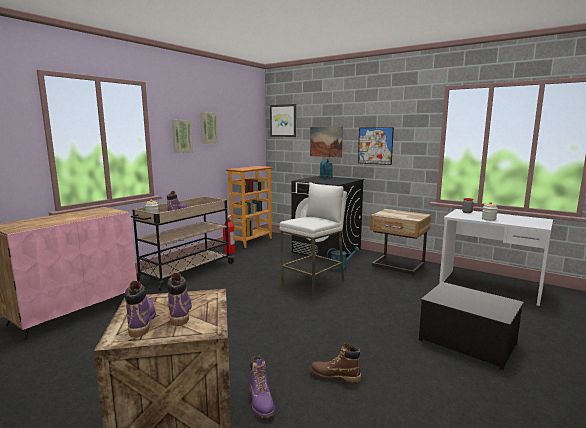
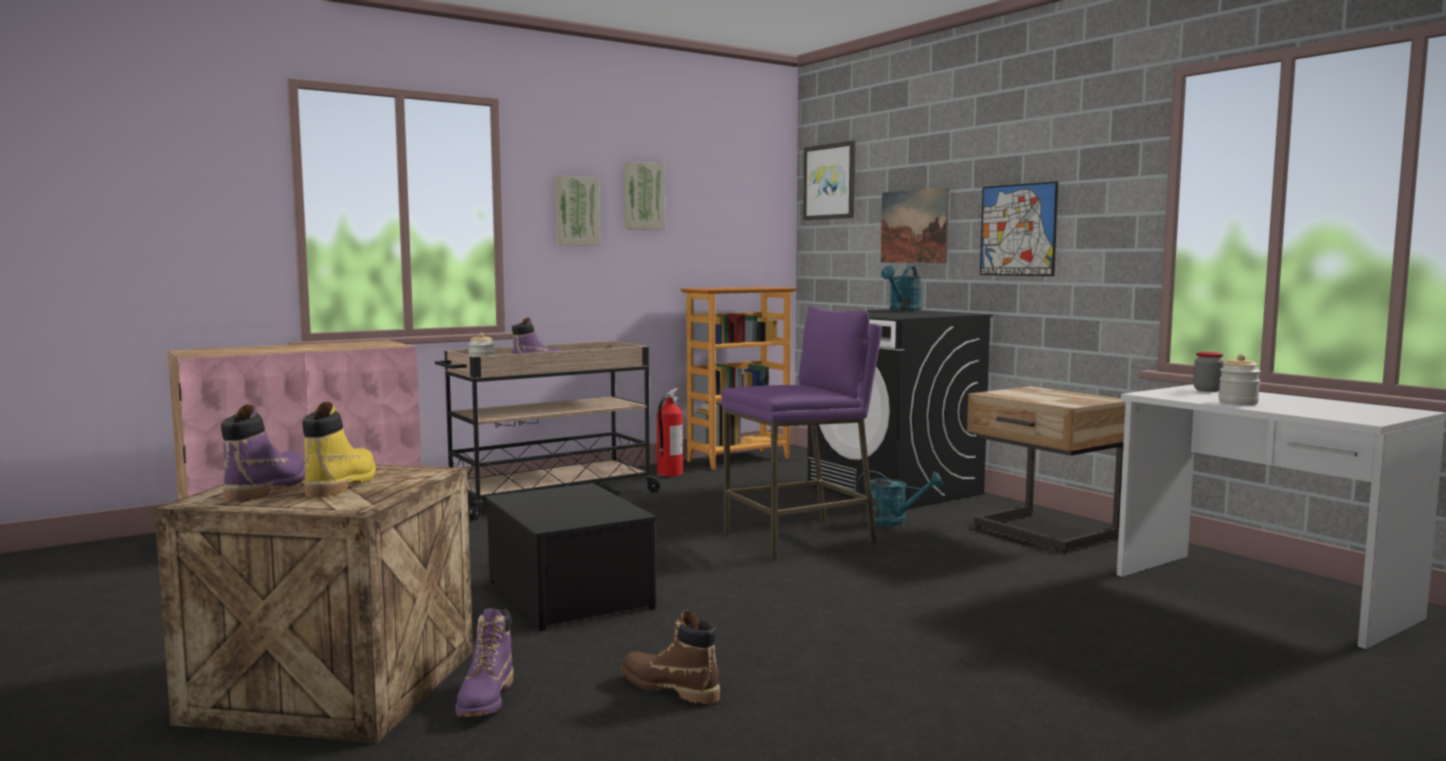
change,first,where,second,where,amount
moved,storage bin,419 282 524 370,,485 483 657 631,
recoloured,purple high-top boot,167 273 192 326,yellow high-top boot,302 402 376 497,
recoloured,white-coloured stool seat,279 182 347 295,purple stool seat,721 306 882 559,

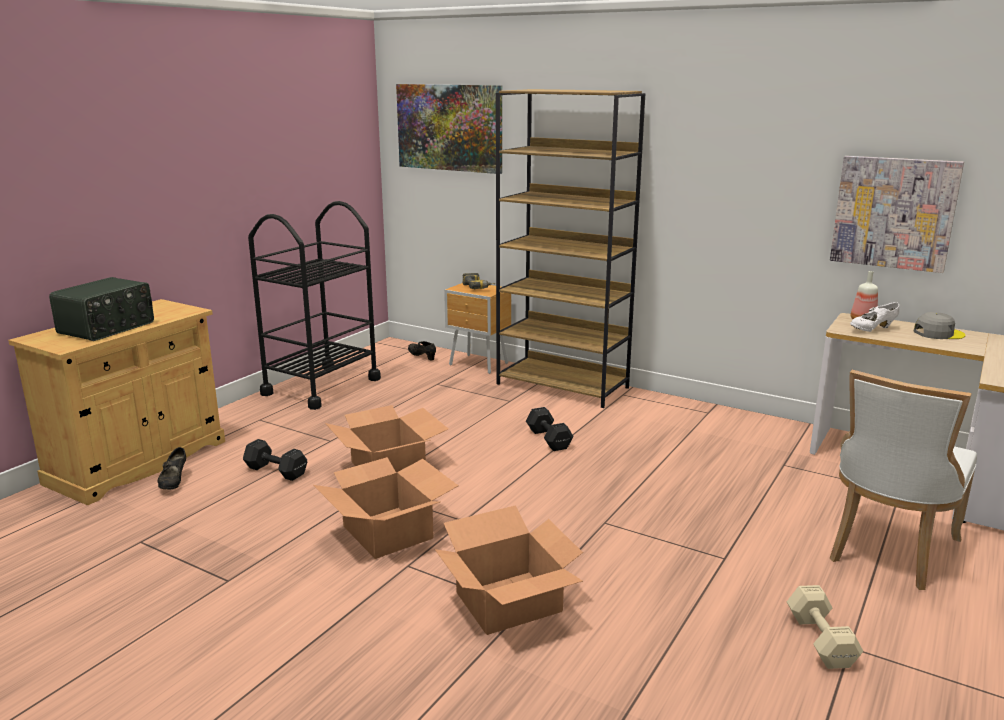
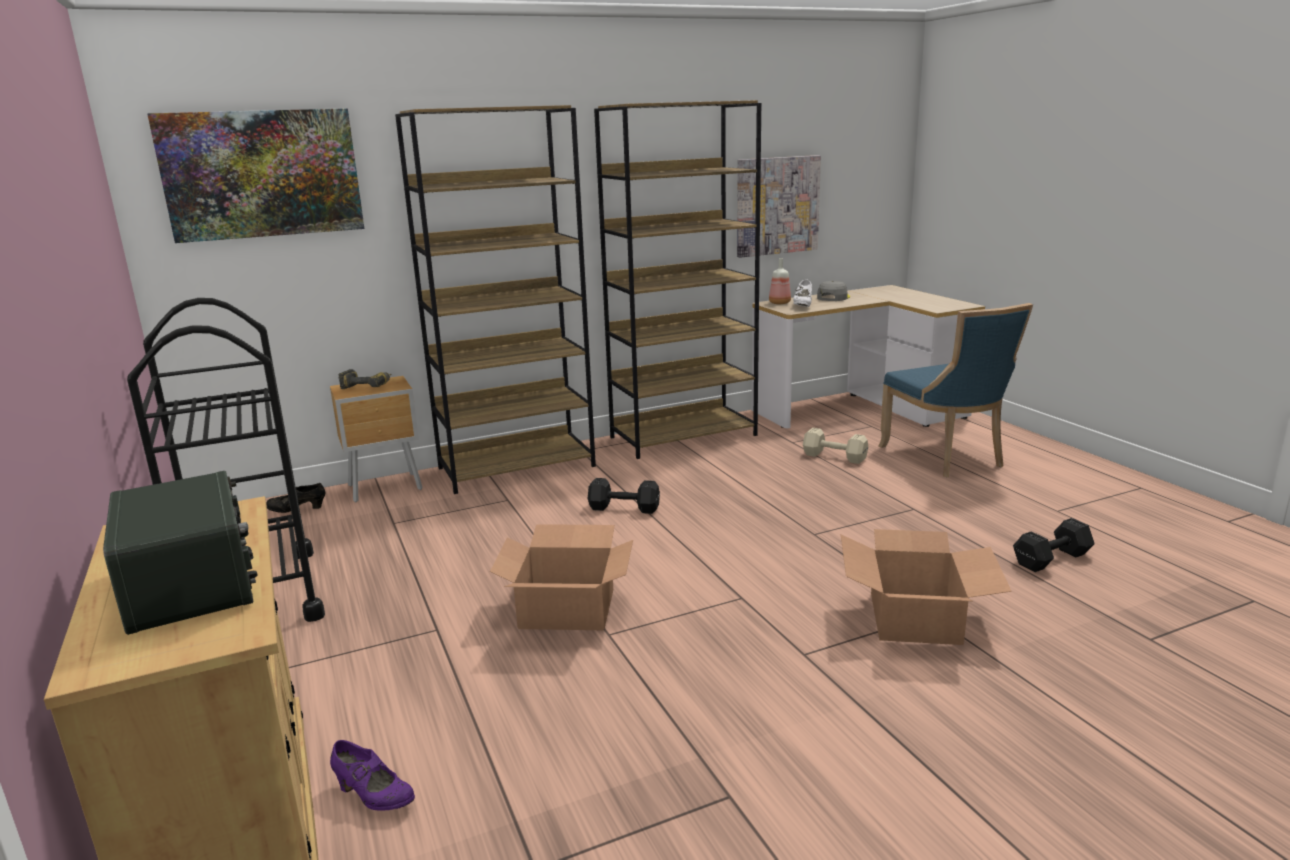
change,first,where,second,where,amount
removed,packing box,313 457 459 559,,,
added,,,brownish bookcase,594 100 761 459,
moved,black-coloured dumbbell,243 439 307 481,,1013 518 1095 572,
moved,sand-coloured dumbbell,787 585 863 669,,803 428 868 464,
recoloured,black-coloured low shoe,158 447 186 490,purple low shoe,330 740 415 811,
recoloured,white-coloured plain chair,830 370 977 590,blue plain chair,878 303 1033 477,

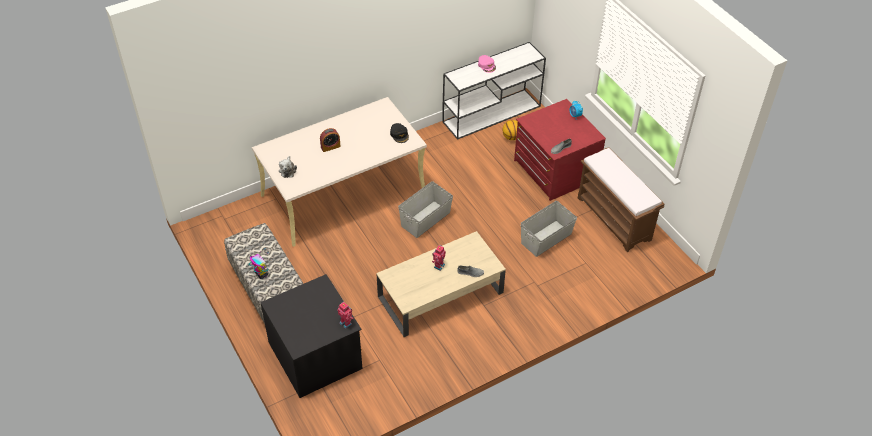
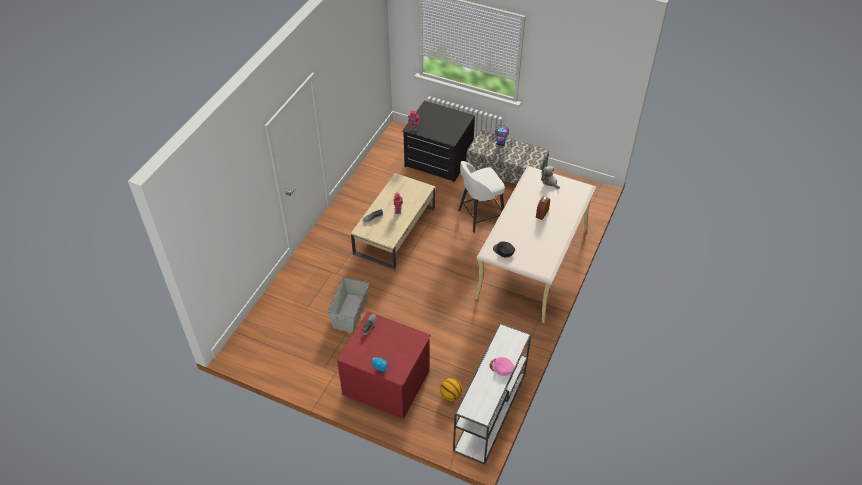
change,first,where,second,where,amount
removed,gray storage bin,398 181 453 238,,,
removed,brownish bench,578 147 665 252,,,
added,,,white-coloured stool seat,459 161 505 233,

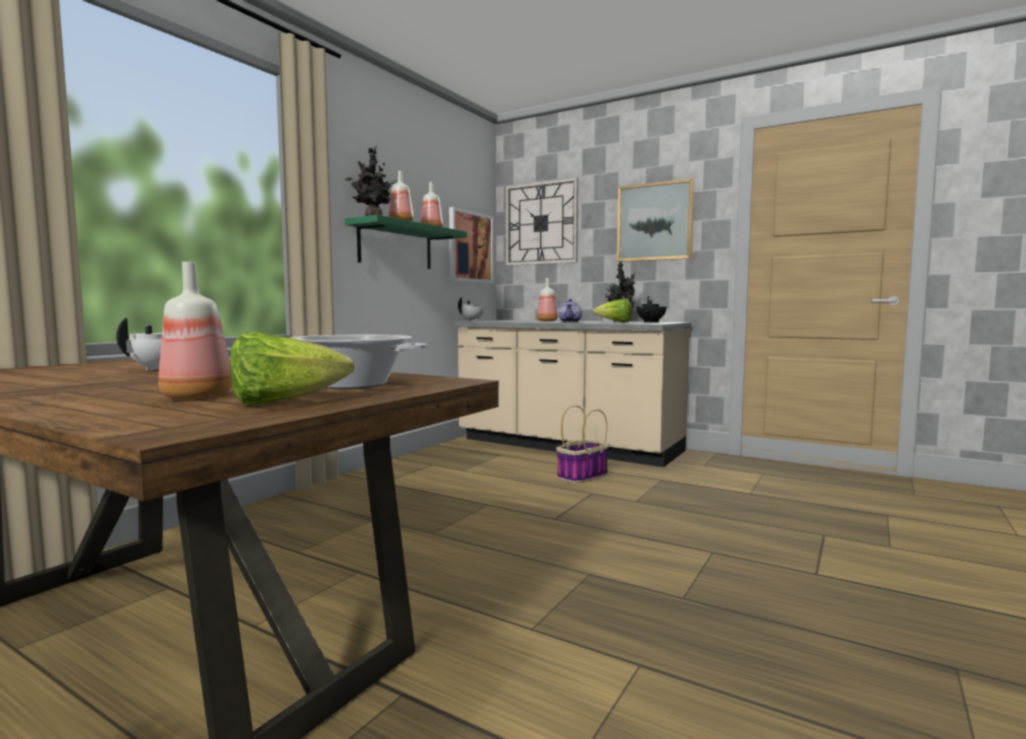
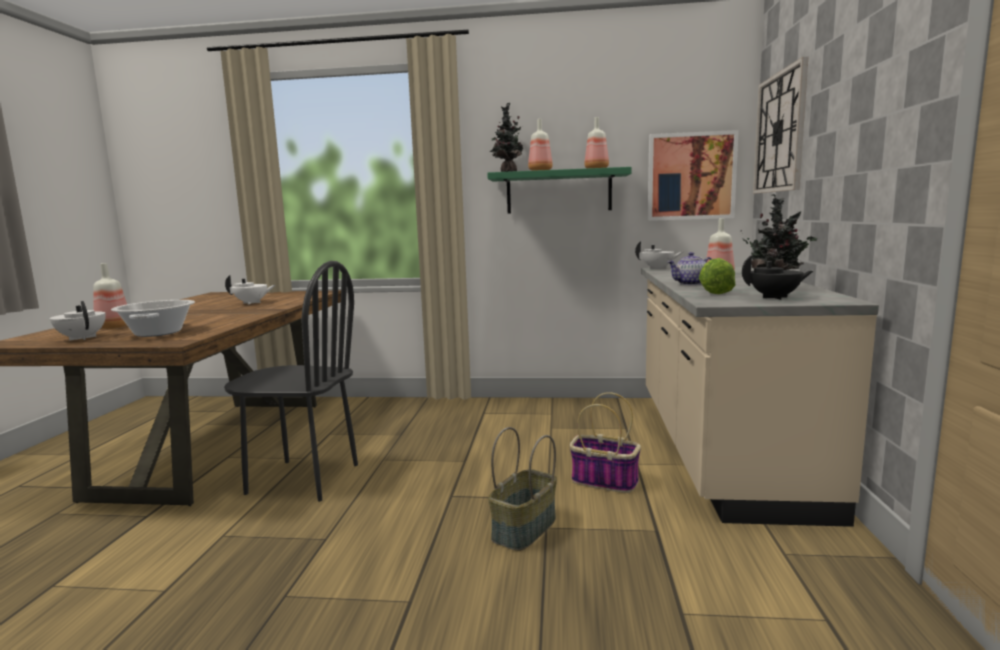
change,first,where,second,where,amount
removed,picture,617 178 694 262,,,
added,,,black-coloured plain chair,224 261 358 502,
added,,,storage basket,488 427 557 551,
replaced,head of lettuce,230 332 355 405,white-coloured tea pot,50 301 106 340,

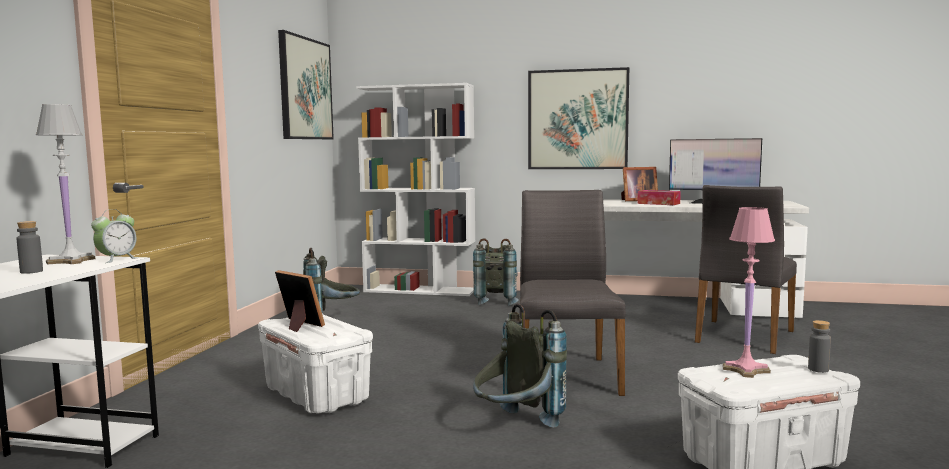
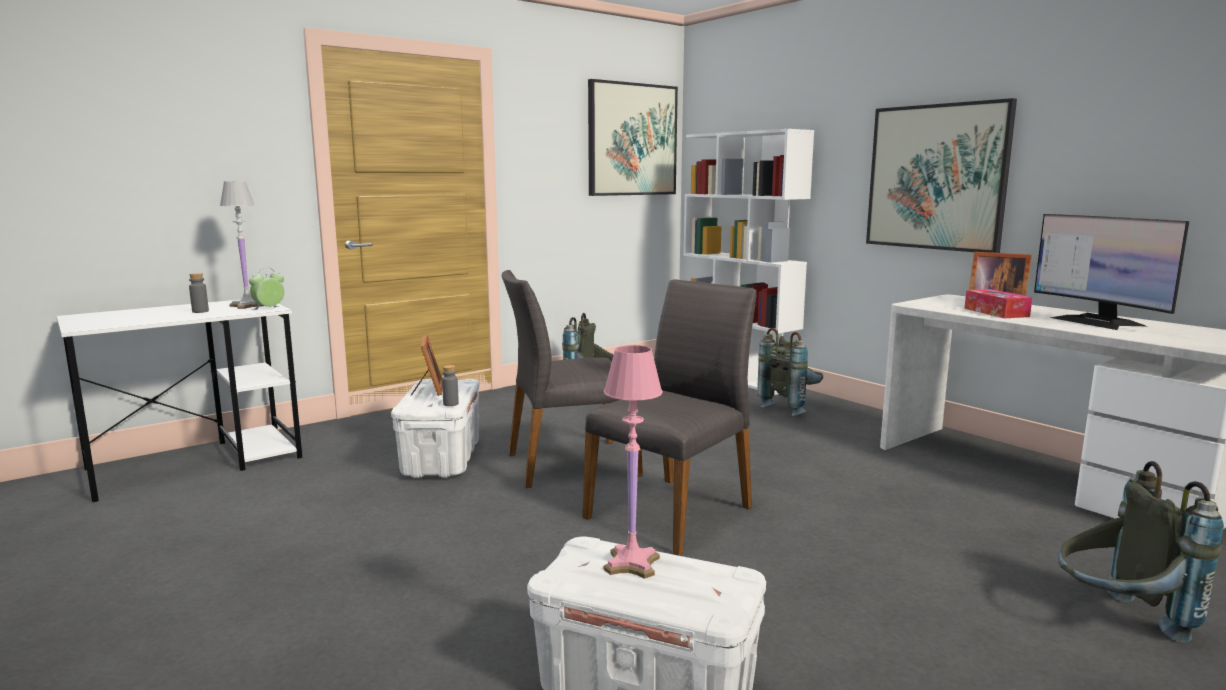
change,first,where,second,where,amount
moved,gray backpack,473 303 567 427,,1058 461 1224 642,
moved,gray plain chair,695 185 797 354,,502 270 643 488,
moved,gray drink bottle,808 320 831 373,,442 365 459 406,
turned,table clock,91 209 139 263,,249 268 284 310,150 degrees clockwise

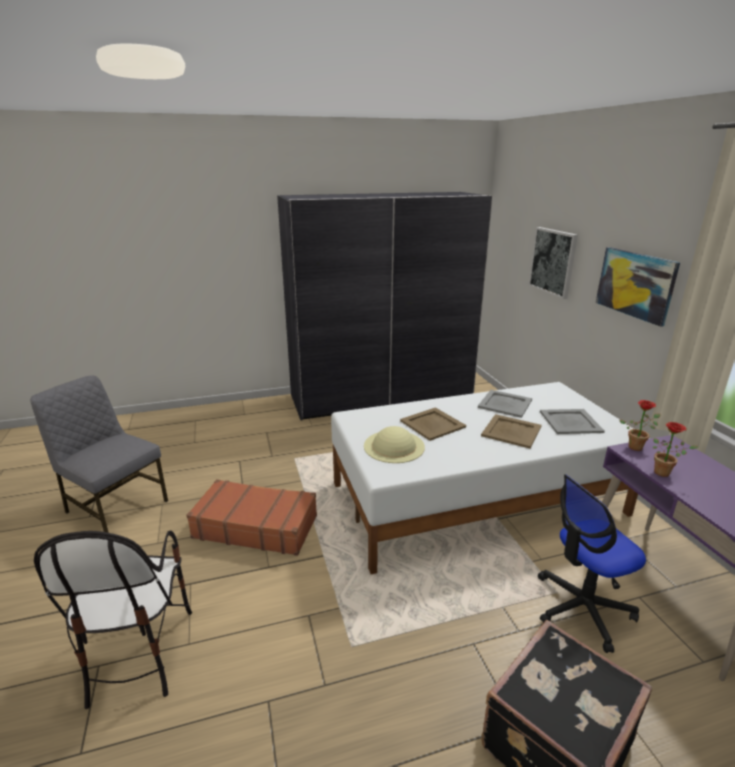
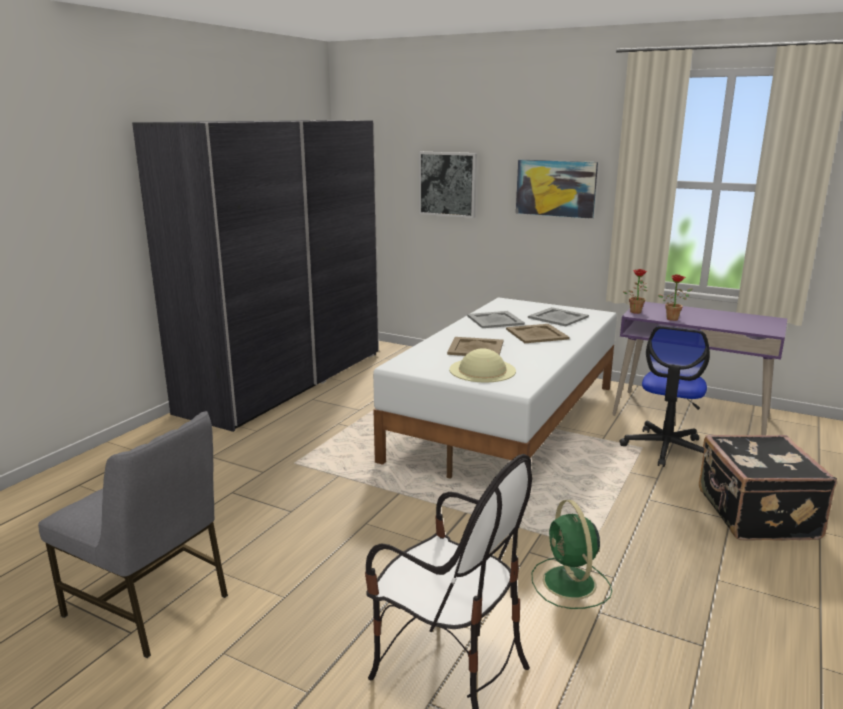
change,first,where,second,where,amount
removed,brownish piece of luggage,186 479 317 556,,,
added,,,green fan,532 500 612 609,
turned,gray plain chair,30 376 168 533,,38 411 228 658,135 degrees counterclockwise

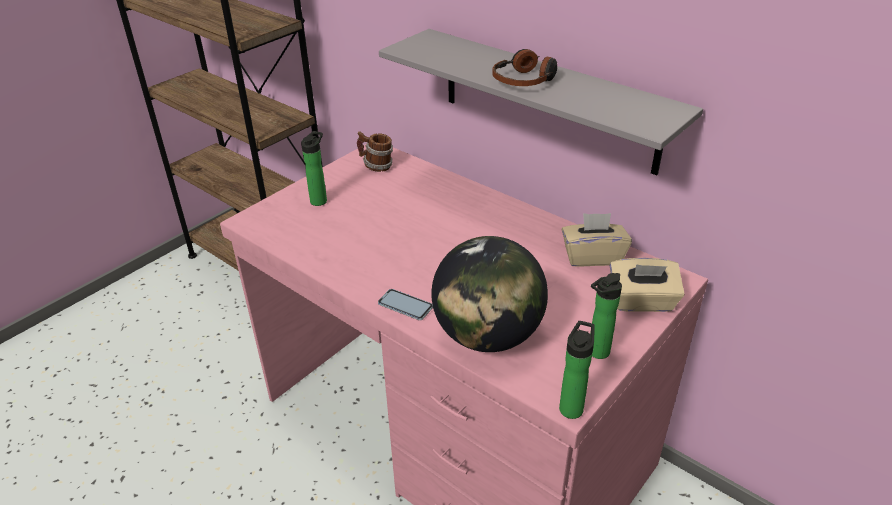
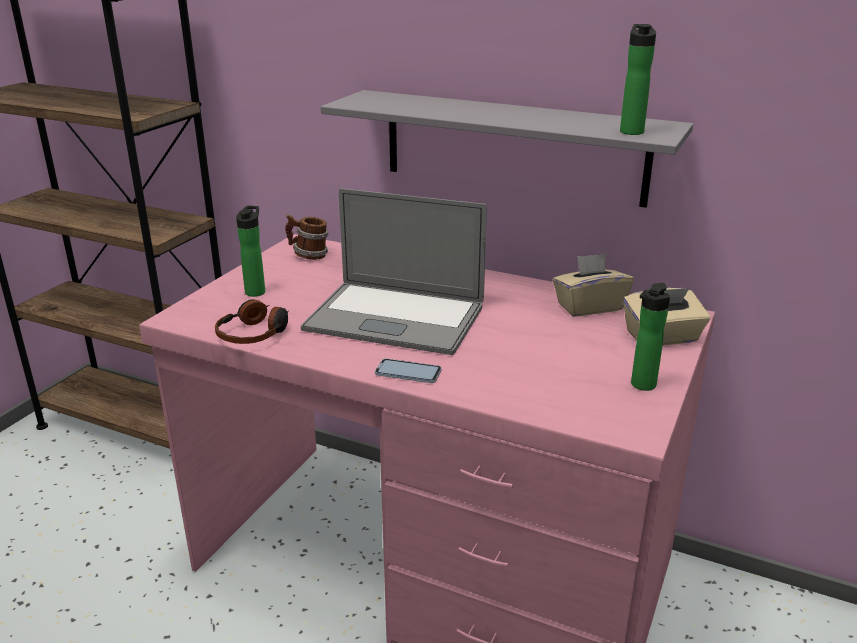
change,first,where,second,where,amount
removed,world globe,431 236 548 352,,,
added,,,laptop,301 188 487 355,
moved,headset,492 49 557 86,,215 299 288 344,
moved,drink bottle,559 321 595 419,,620 24 656 135,

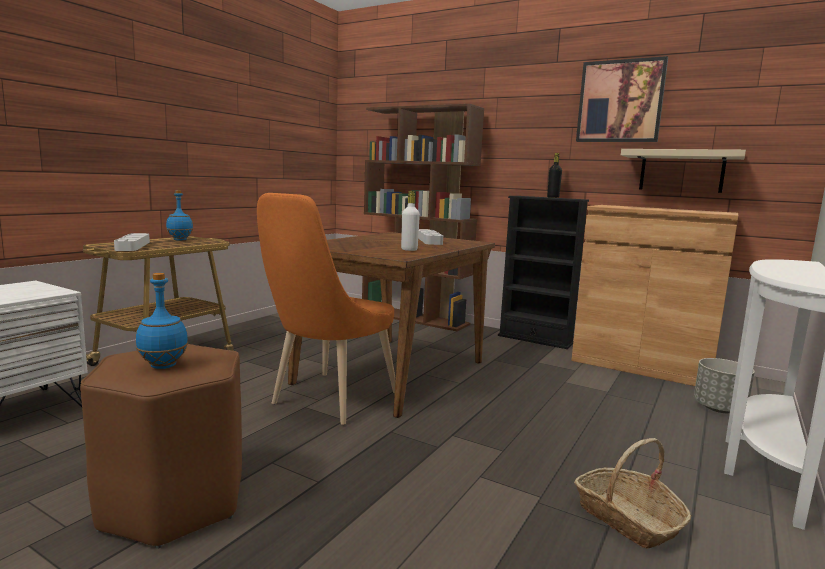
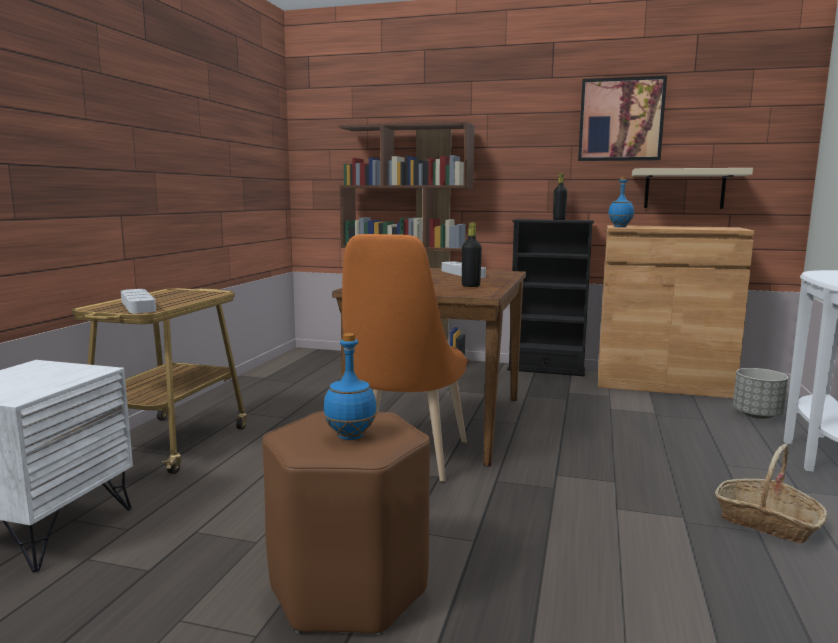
change,first,where,second,where,amount
moved,blue drink bottle,166 190 193 241,,608 177 634 227,
recoloured,white-coloured drink bottle,401 191 420 251,black-coloured drink bottle,462 222 482 287,

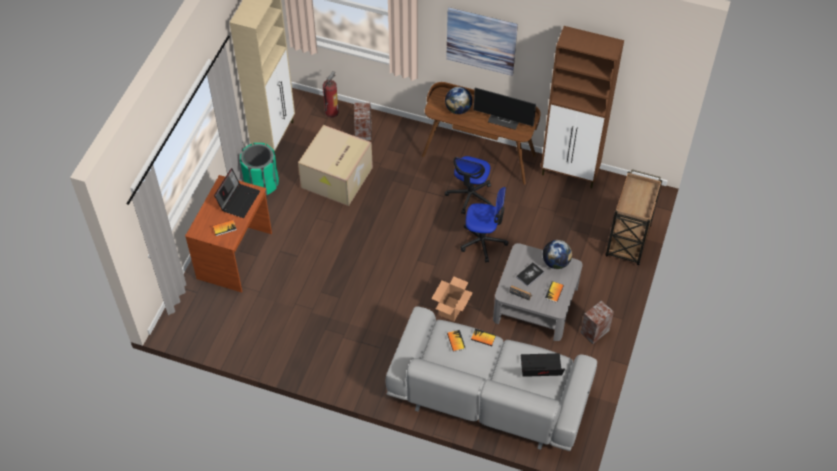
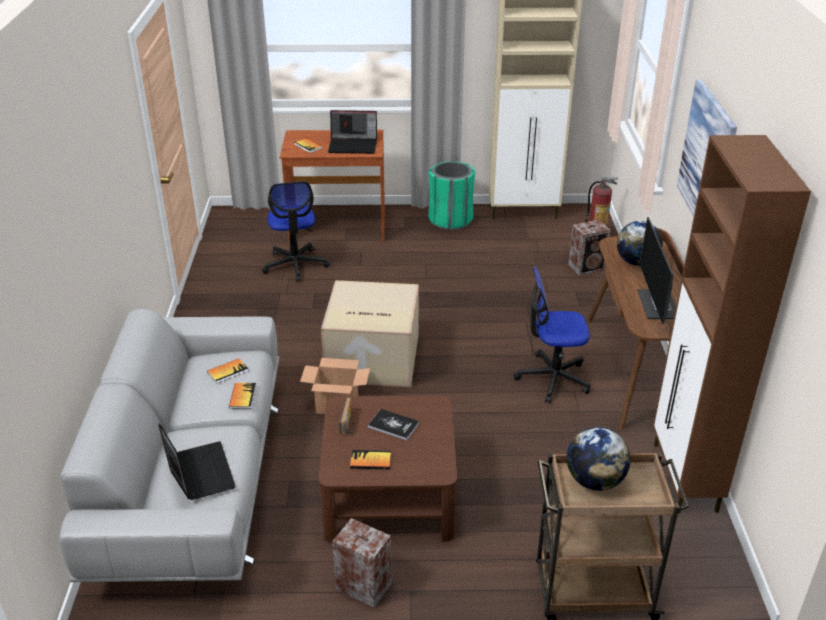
change,first,where,second,where,amount
moved,packing box,298 125 373 206,,321 280 419 387,
moved,desk chair,461 187 508 263,,262 181 330 282,
moved,world globe,543 240 572 269,,567 427 630 491,
recoloured,gray lounge table,493 243 583 341,brownish lounge table,319 395 457 543,

